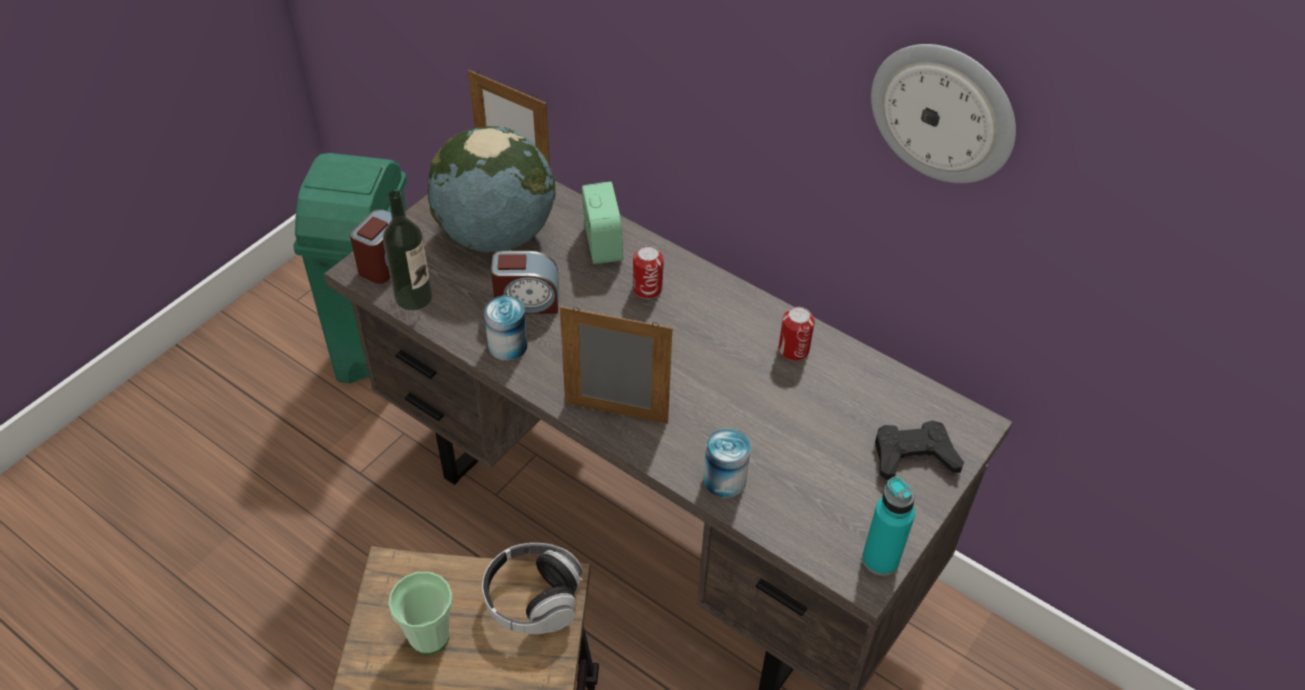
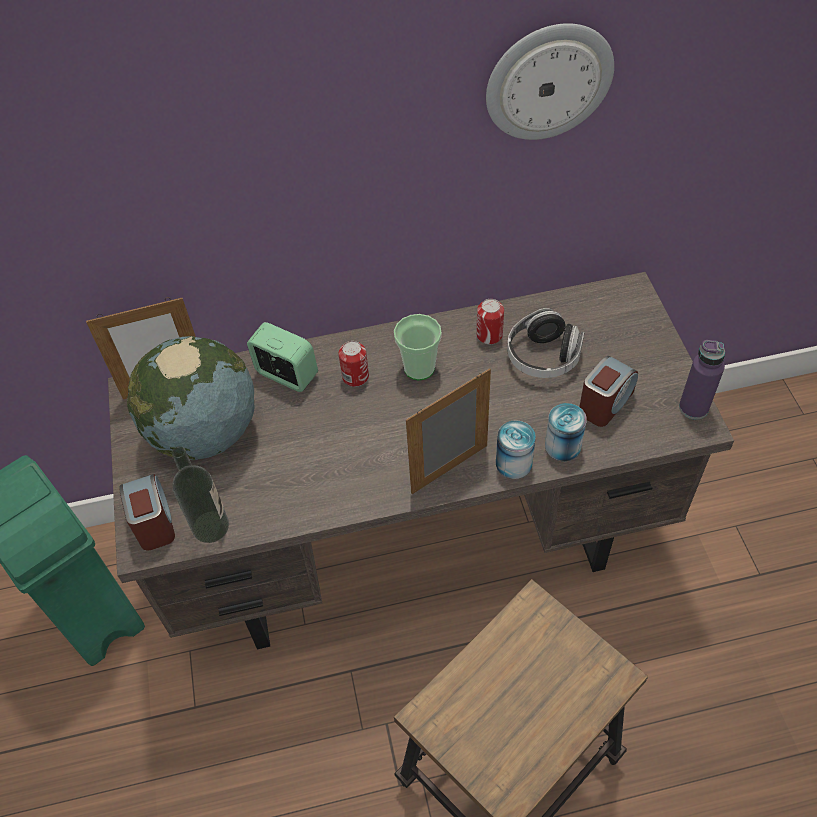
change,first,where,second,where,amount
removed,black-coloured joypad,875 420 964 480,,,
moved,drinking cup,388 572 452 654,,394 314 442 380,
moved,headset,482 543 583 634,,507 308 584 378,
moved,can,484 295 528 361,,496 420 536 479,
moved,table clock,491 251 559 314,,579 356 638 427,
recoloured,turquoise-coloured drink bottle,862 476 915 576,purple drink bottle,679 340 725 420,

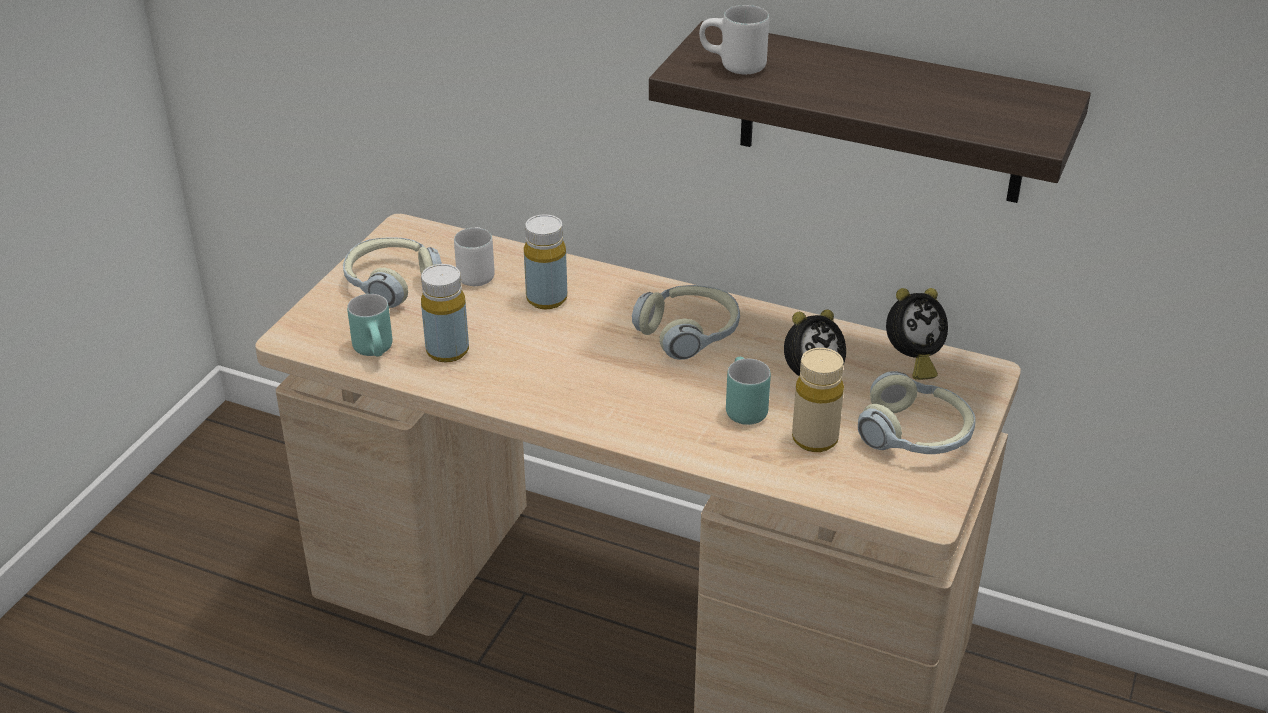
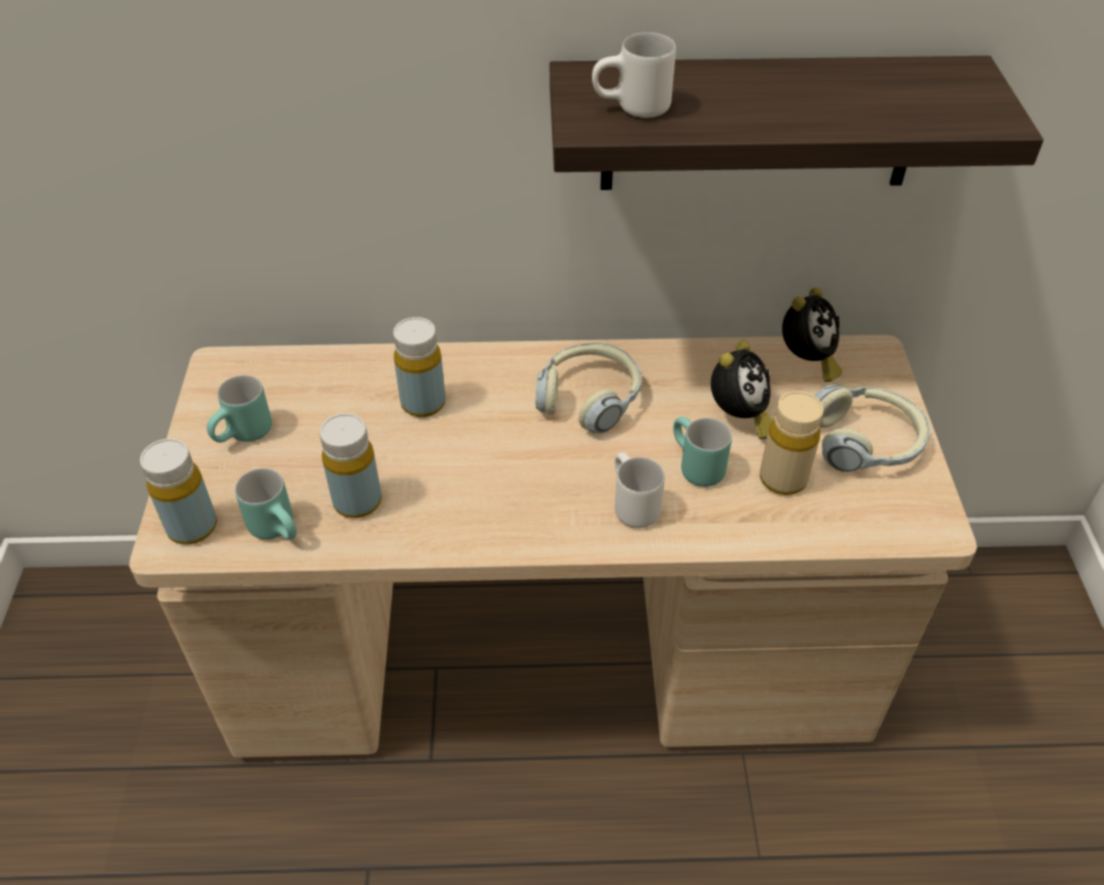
change,first,where,second,where,amount
added,,,yellow drink bottle,140 439 217 545,
moved,white-coloured tea mug,454 227 495 286,,615 452 665 528,
replaced,headset,343 238 442 308,turquoise-coloured tea mug,207 375 272 443,

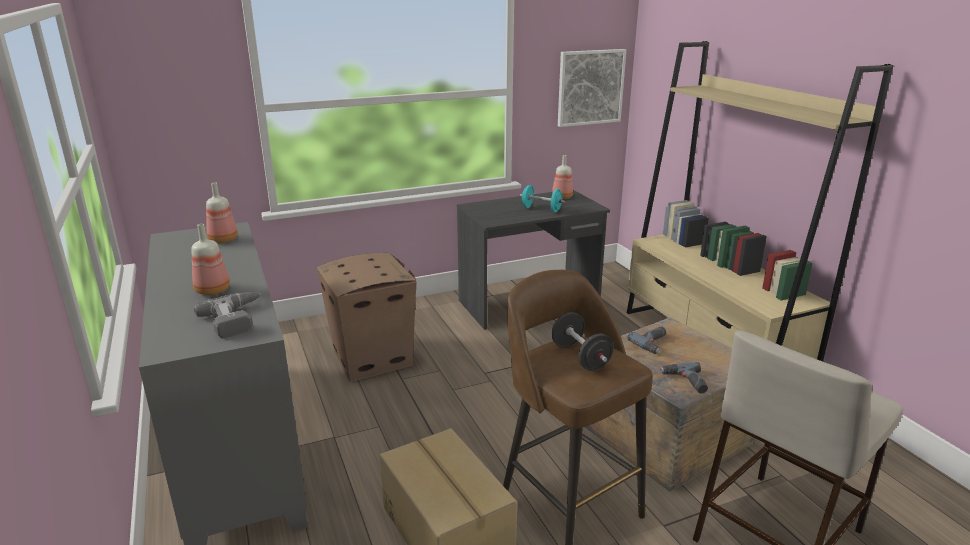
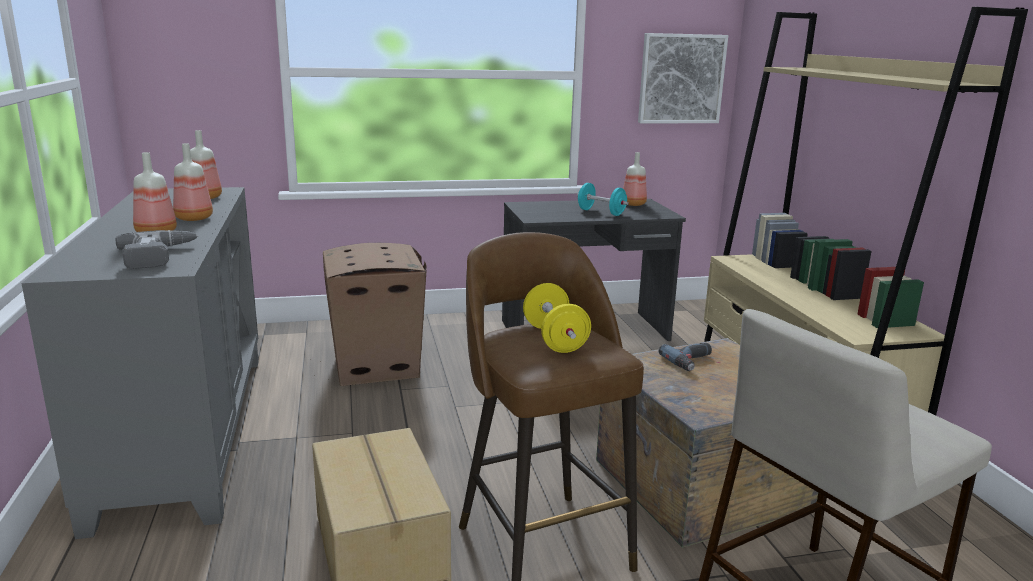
change,first,where,second,where,amount
removed,power drill,660 362 708 393,,,
added,,,drink bottle,173 143 213 221,
recoloured,black-coloured dumbbell,551 312 614 371,yellow dumbbell,523 283 591 353,

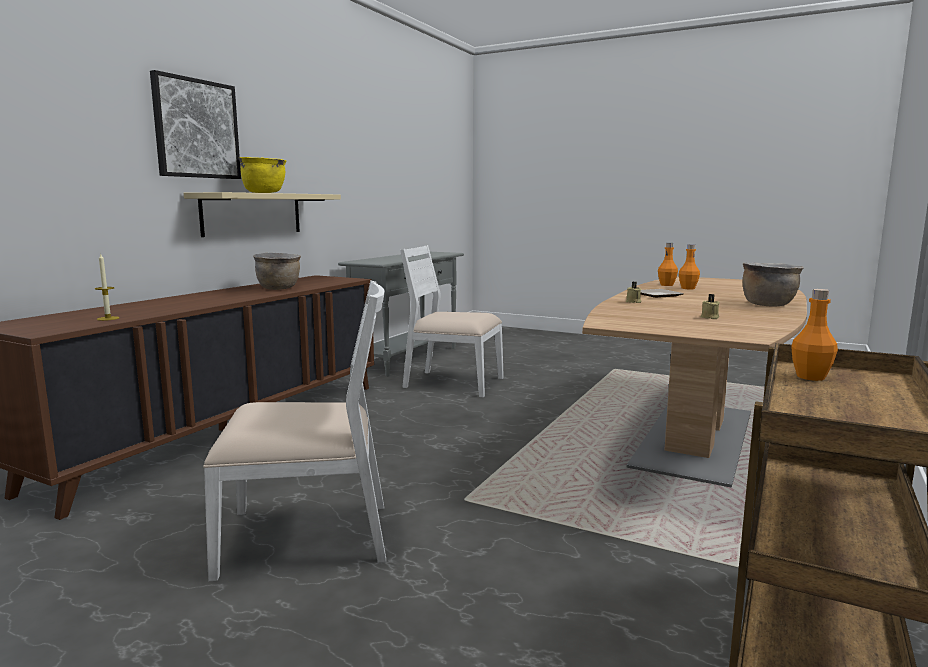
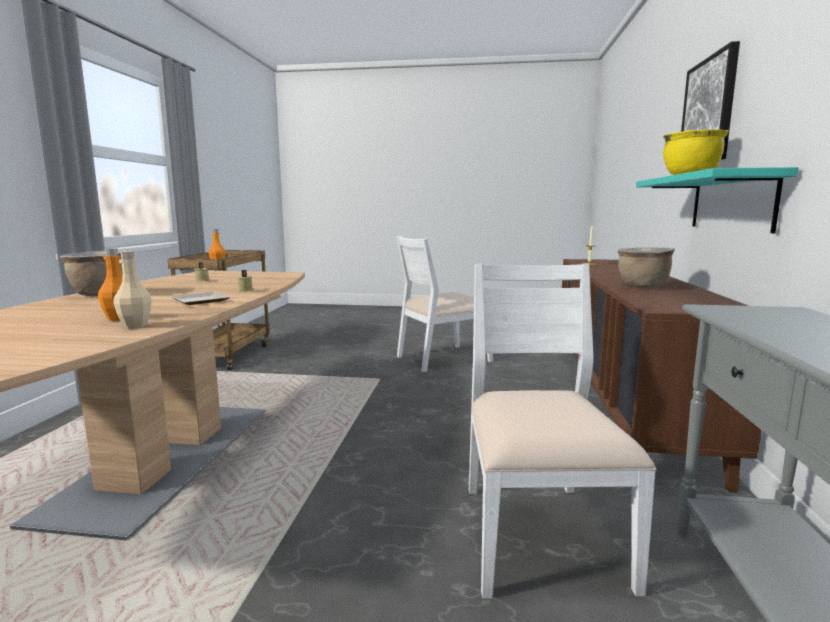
change,first,where,second,where,amount
recoloured,sand-coloured bracket shelf,184 192 341 237,turquoise-coloured bracket shelf,636 167 799 233,
recoloured,orange drink bottle,658 243 678 286,sand-coloured drink bottle,113 251 152 329,
turned,white-coloured plain chair,400 245 504 398,,469 264 657 599,90 degrees counterclockwise

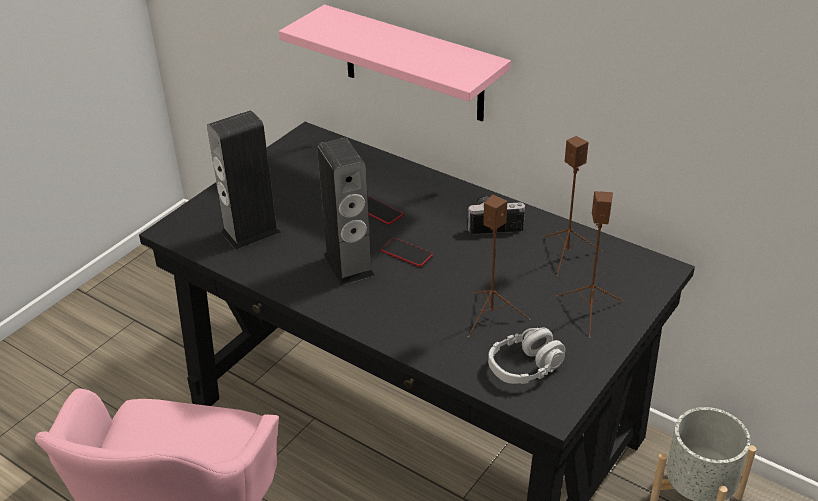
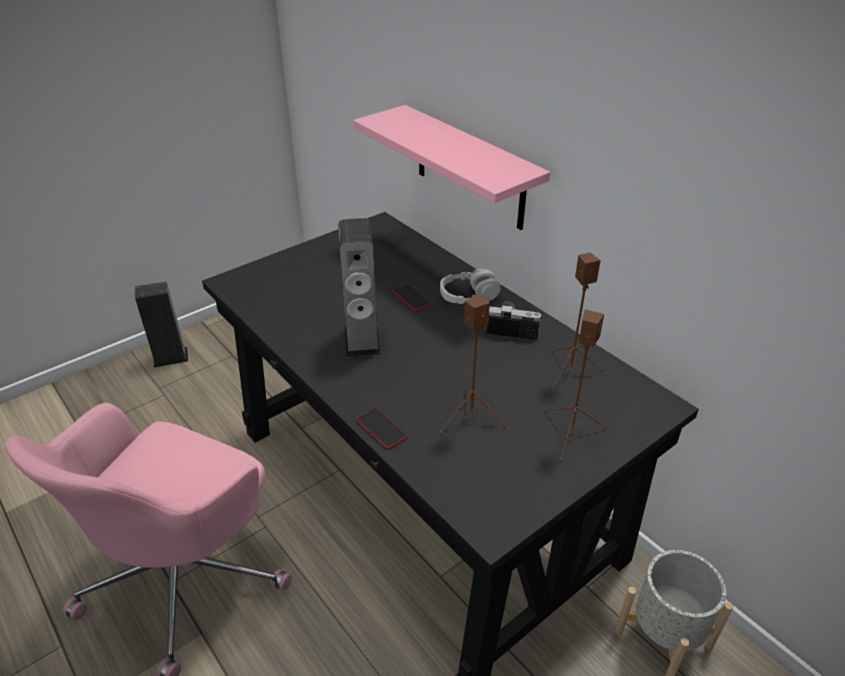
change,first,where,second,where,amount
moved,speaker,207 110 281 250,,135 281 188 368,
moved,telephone,381 238 433 267,,356 408 408 449,
moved,gray headset,488 328 566 384,,440 269 501 304,

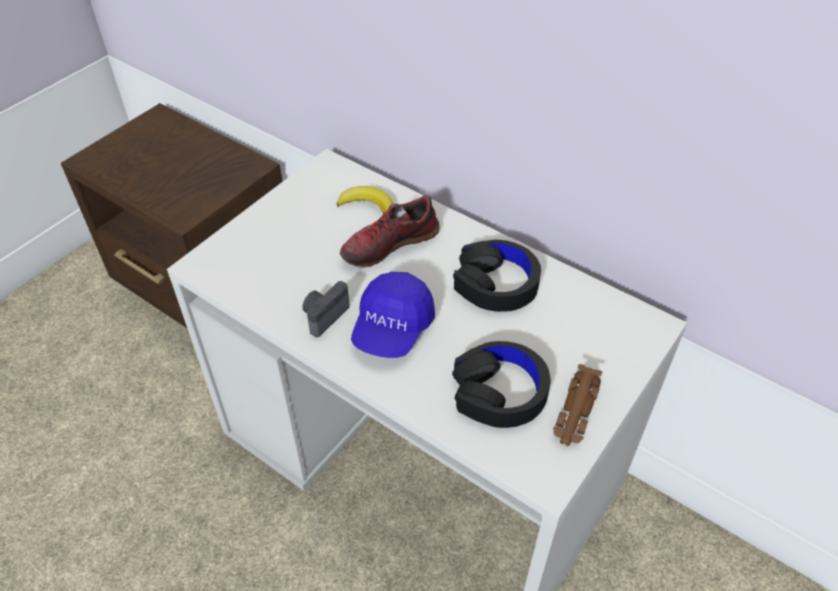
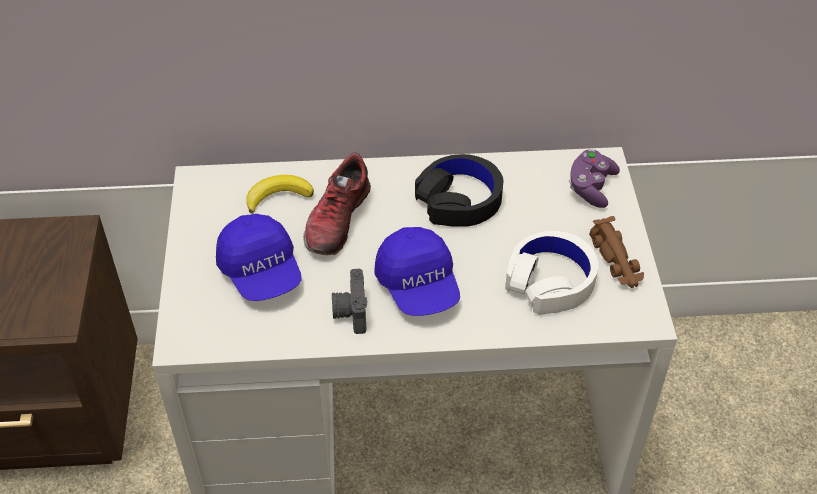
change,first,where,second,where,amount
added,,,blue baseball cap,216 214 302 301,
added,,,purple joypad,569 149 620 208,
recoloured,black-coloured headset,452 341 551 428,white-coloured headset,505 231 598 315,

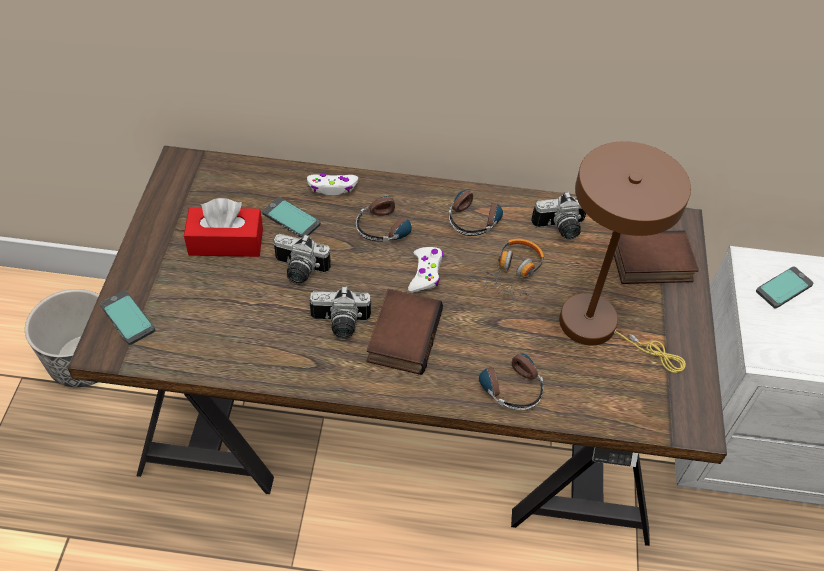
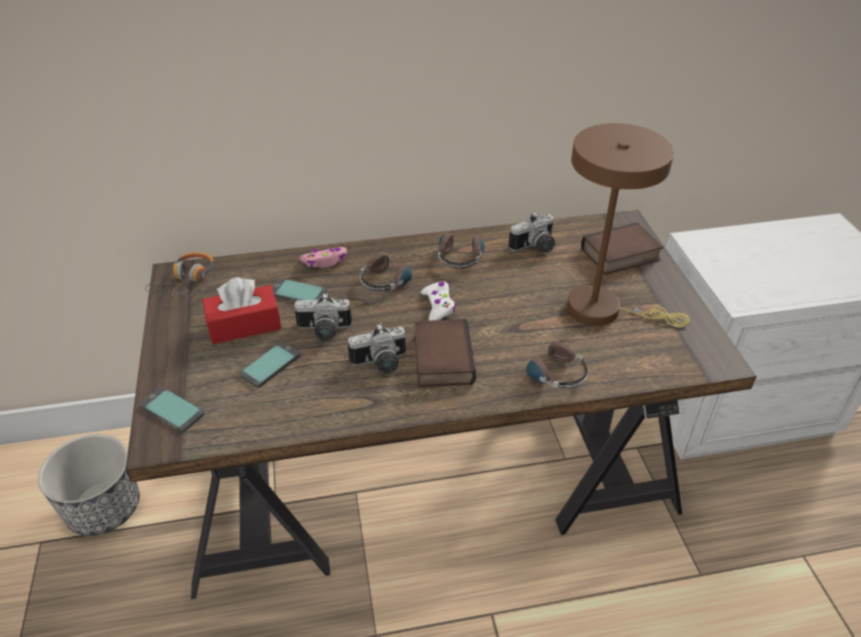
change,first,where,second,where,amount
moved,headset,469 239 544 299,,145 252 214 297,
moved,telephone,756 266 814 309,,239 341 301 388,
recoloured,white-coloured joypad,307 173 358 195,pink joypad,299 247 347 268,

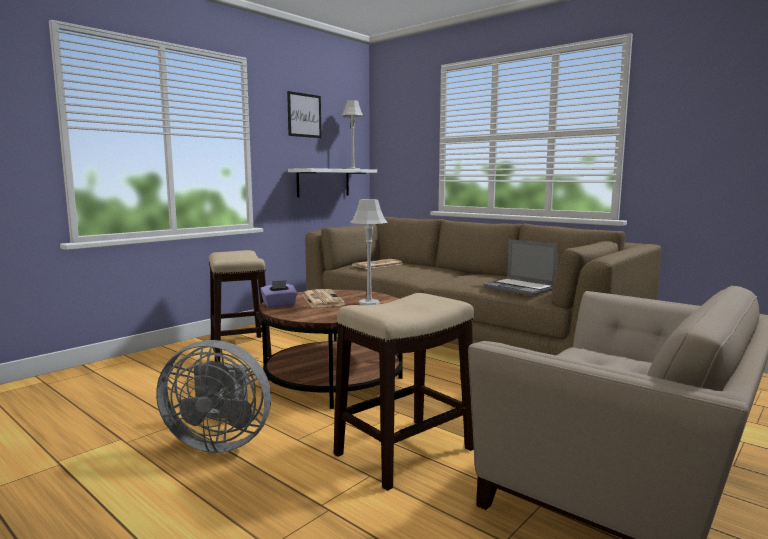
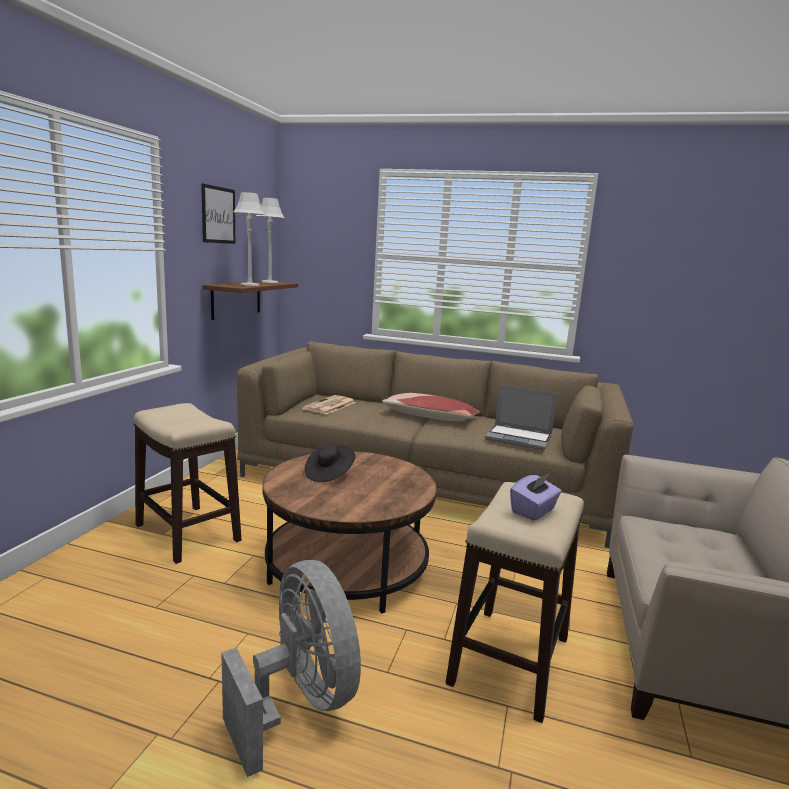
change,first,where,second,where,amount
added,,,cushion,382 393 480 421,
moved,purple tissue holder,260 280 298 308,,510 473 562 521,
moved,gray lamp for a table,350 199 388 305,,233 192 266 286,
replaced,daily paper,302 289 346 308,black-coloured clothing hat,305 444 355 482,
recoloured,white-coloured bracket shelf,288 168 377 197,brownish bracket shelf,203 281 298 320,
turned,gray fan,156 340 271 453,,221 560 361 777,105 degrees counterclockwise

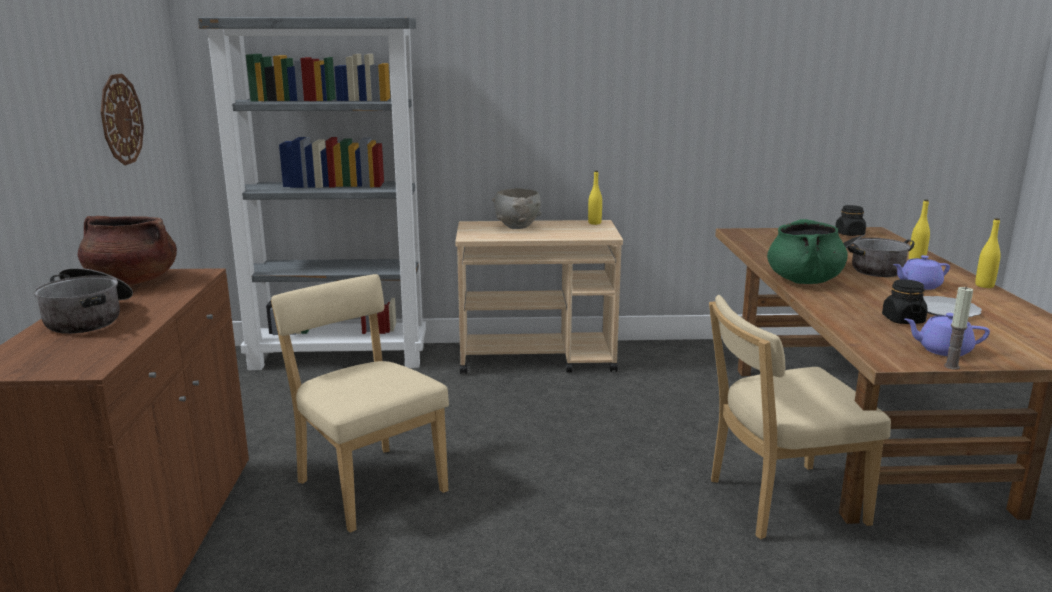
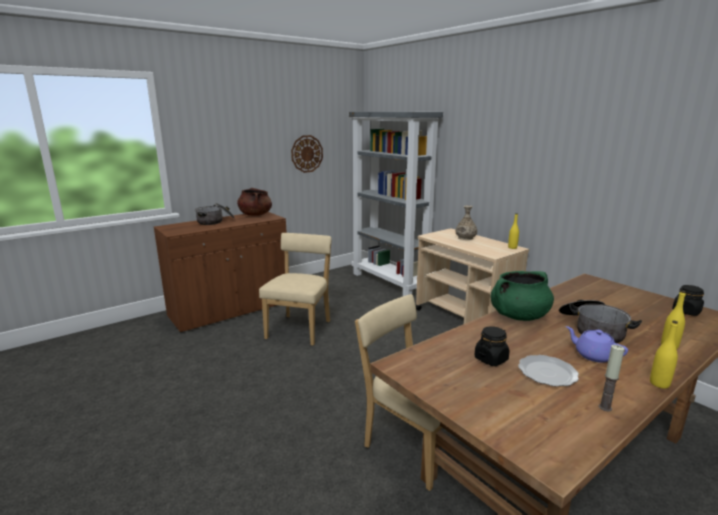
change,first,where,second,where,amount
removed,purple tea pot,904 313 990 356,,,
moved,wax light,944 286 973 370,,599 345 624 412,
replaced,gray serving bowl,492 188 542 229,vase,455 205 477 240,

